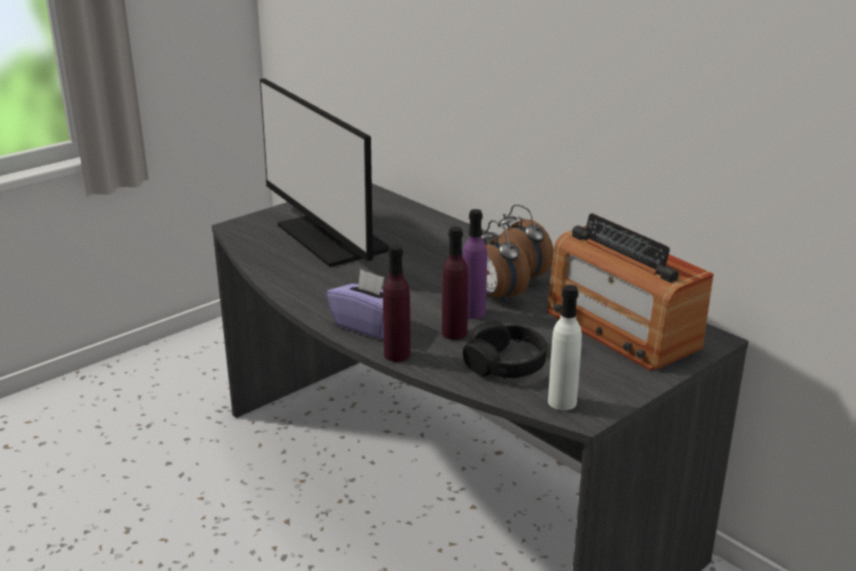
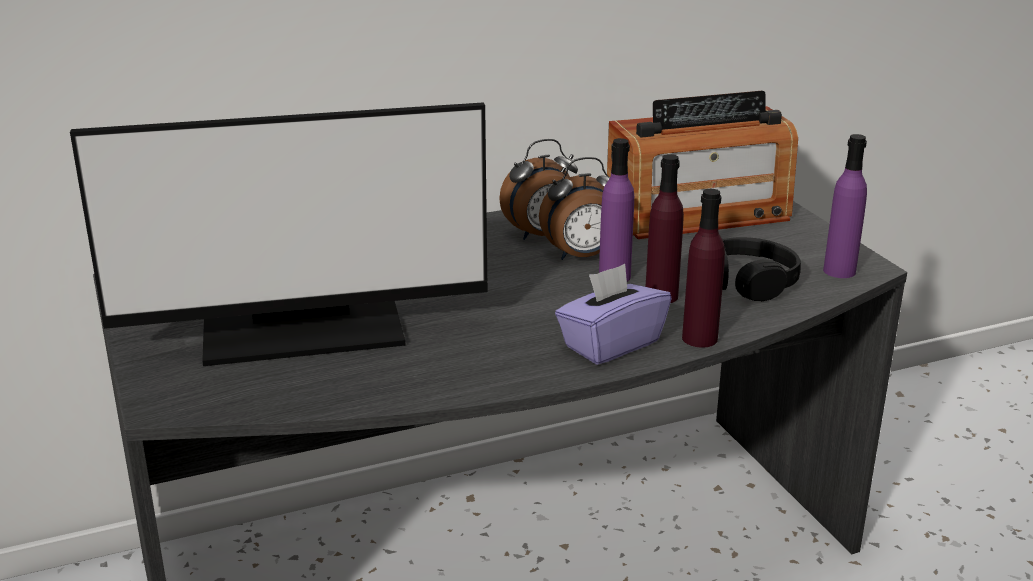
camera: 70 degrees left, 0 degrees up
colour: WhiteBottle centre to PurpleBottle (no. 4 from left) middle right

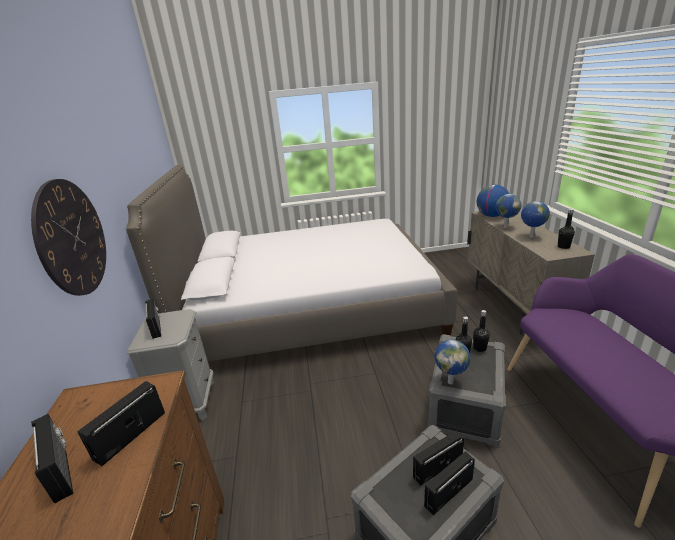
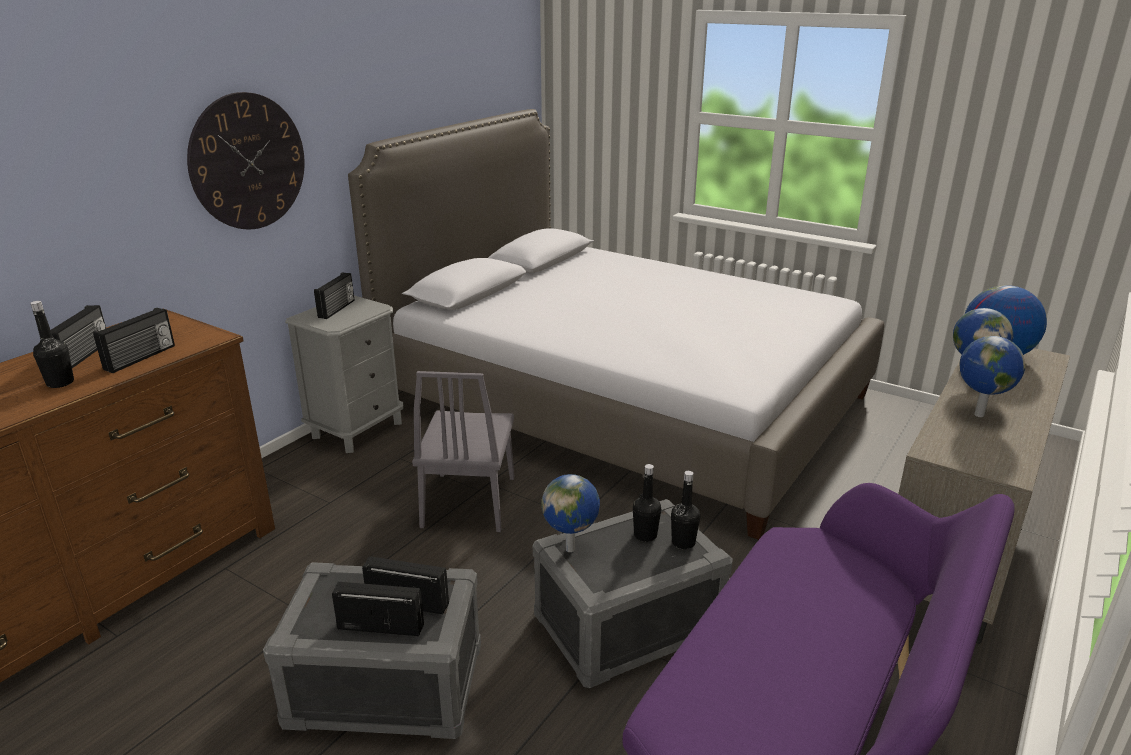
camera: 40 degrees right, 0 degrees up
appeared: GreyChair centre
relocated: BlackBottle (no. 3 from left in the first image) middle right to BlackBottle (no. 1 from left) middle left
spun: Radio (no. 2 from left) bottom left = middle left 135 degrees clockwise

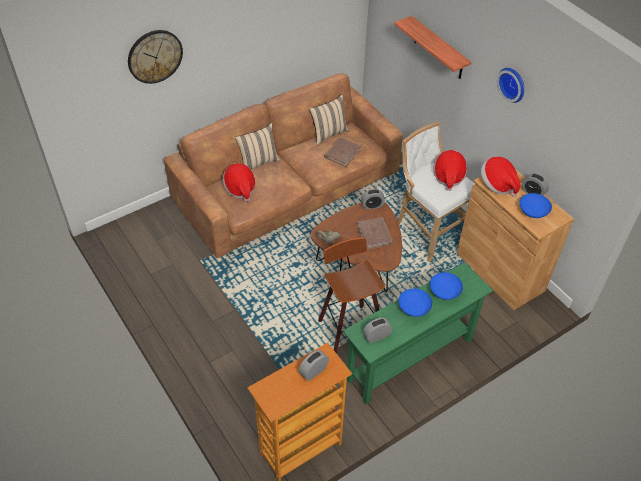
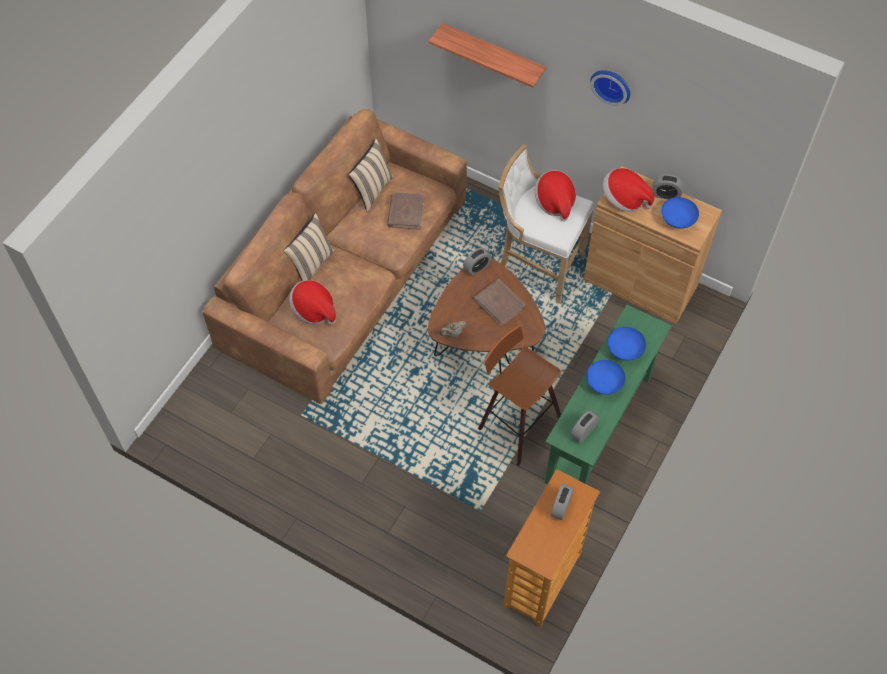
camera: 25 degrees left, 10 degrees up
missing: WallClock (no. 1 from left) top left

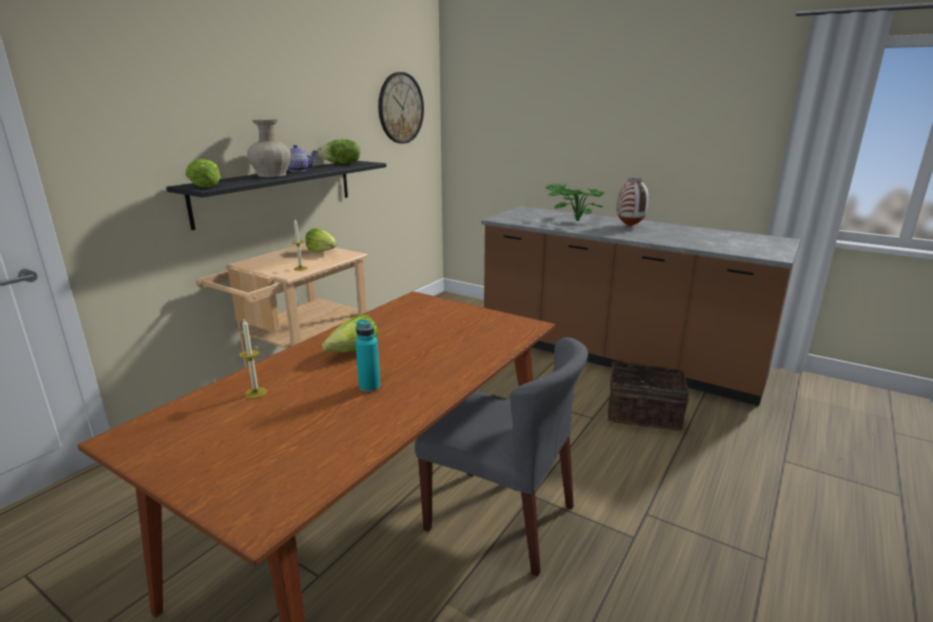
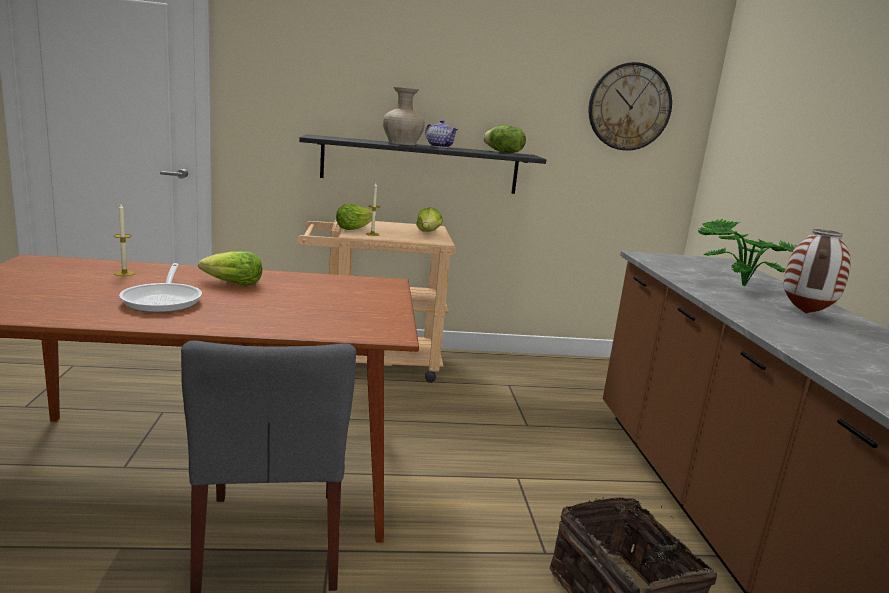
camera: 50 degrees right, 5 degrees down
relocated: Lettuce (no. 1 from left in the first image) top left to Lettuce (no. 2 from left) centre
exchanged: TurquoiseBottle centre to FryingPan middle left

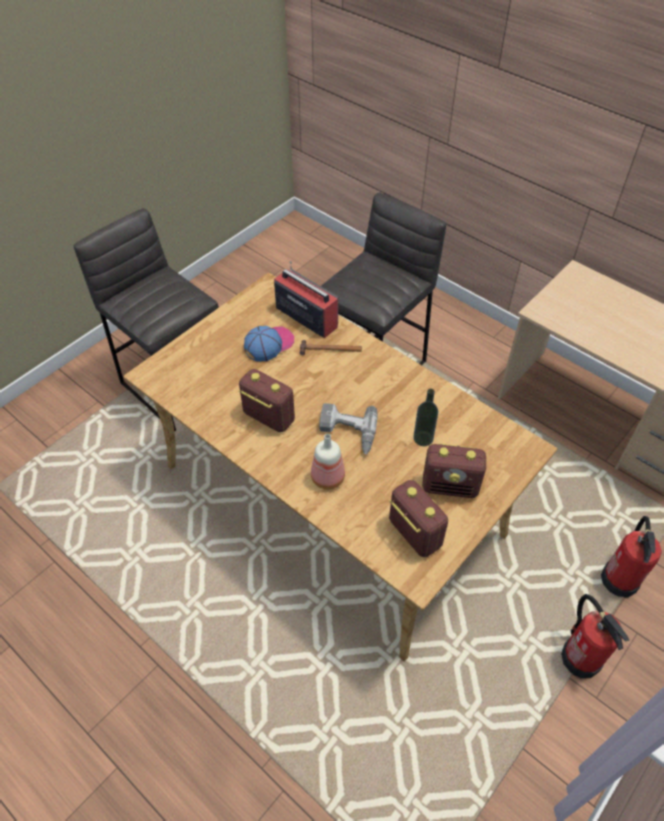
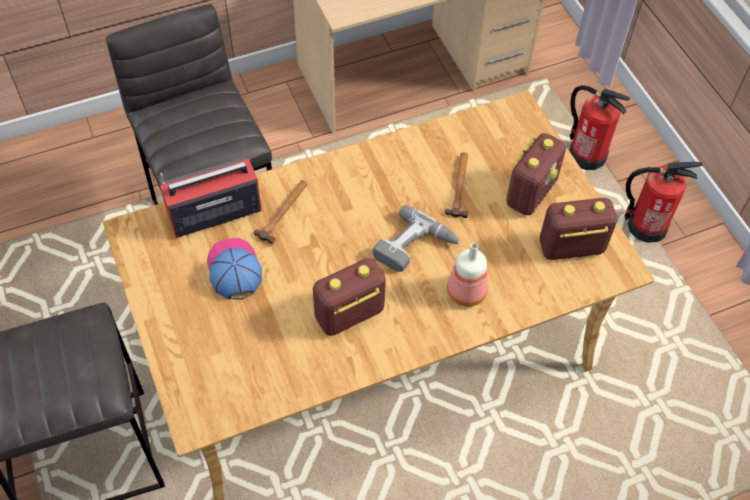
camera: 65 degrees left, 5 degrees up
exchanged: Bottle (no. 2 from left) centre to Hammer (no. 2 from left) centre

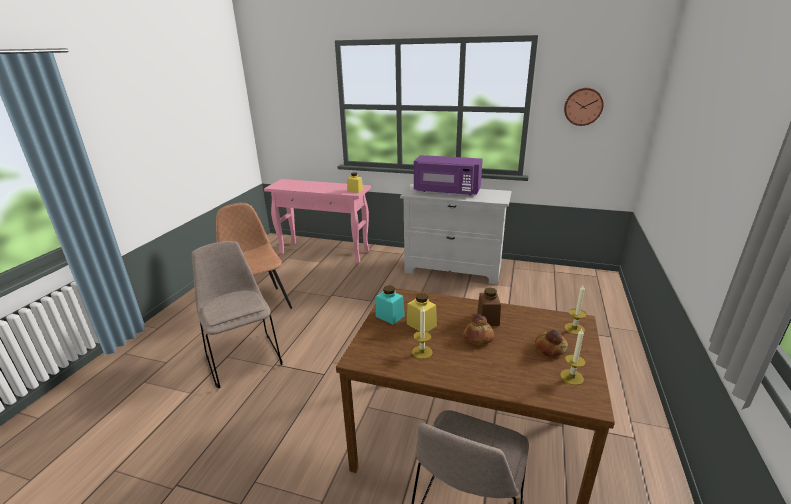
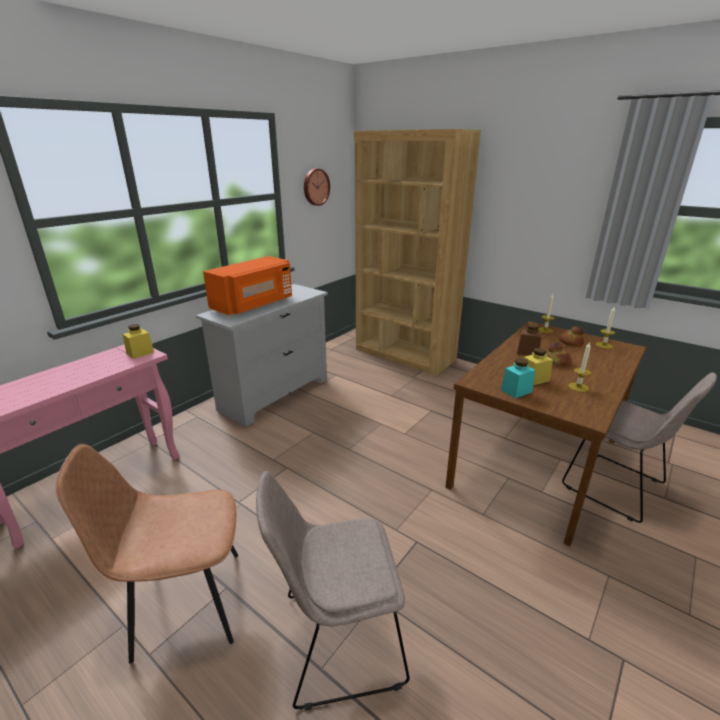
camera: 70 degrees left, 0 degrees up
appeared: BrownBookcase centre
colour: PurpleMicrowave centre to OrangeMicrowave centre

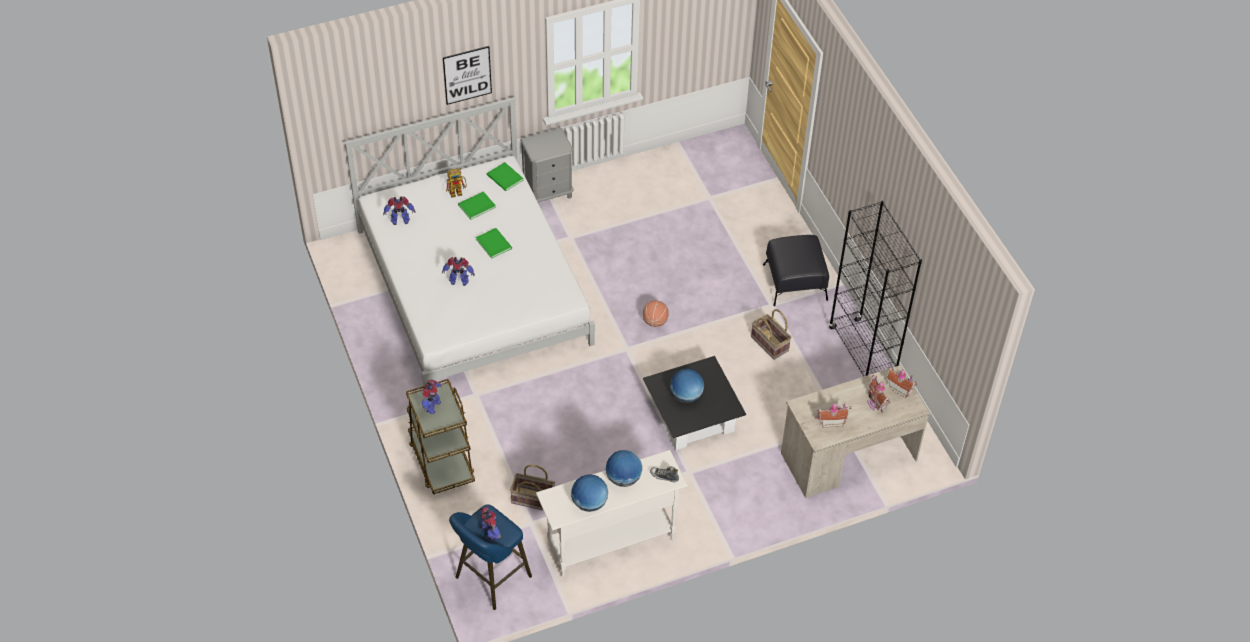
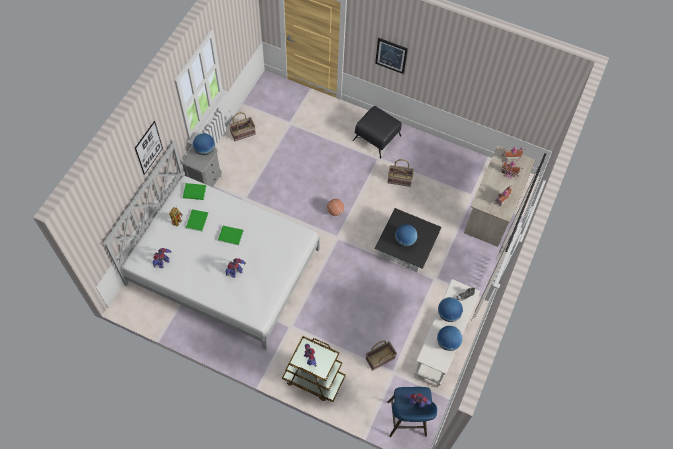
camera: 45 degrees left, 10 degrees up
missing: BlackBookcase middle right
appeared: Globe (no. 1 from left) top left; Basket (no. 1 from left) top centre; Picture (no. 2 from left) top centre

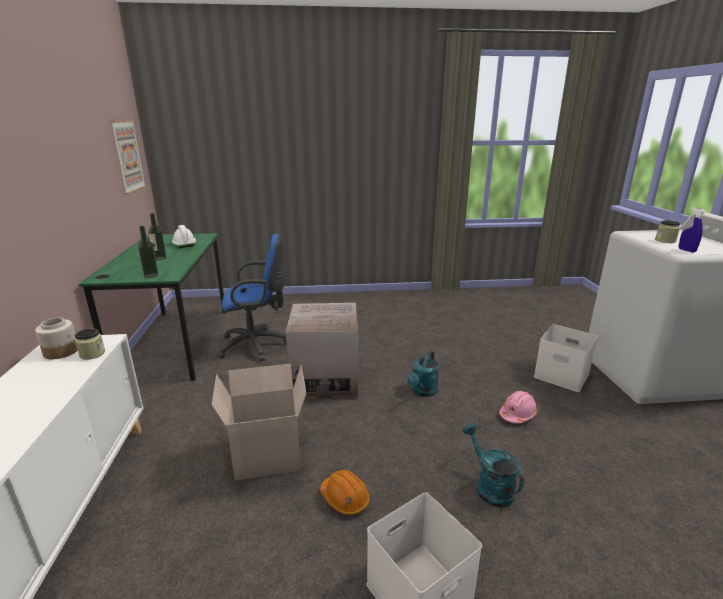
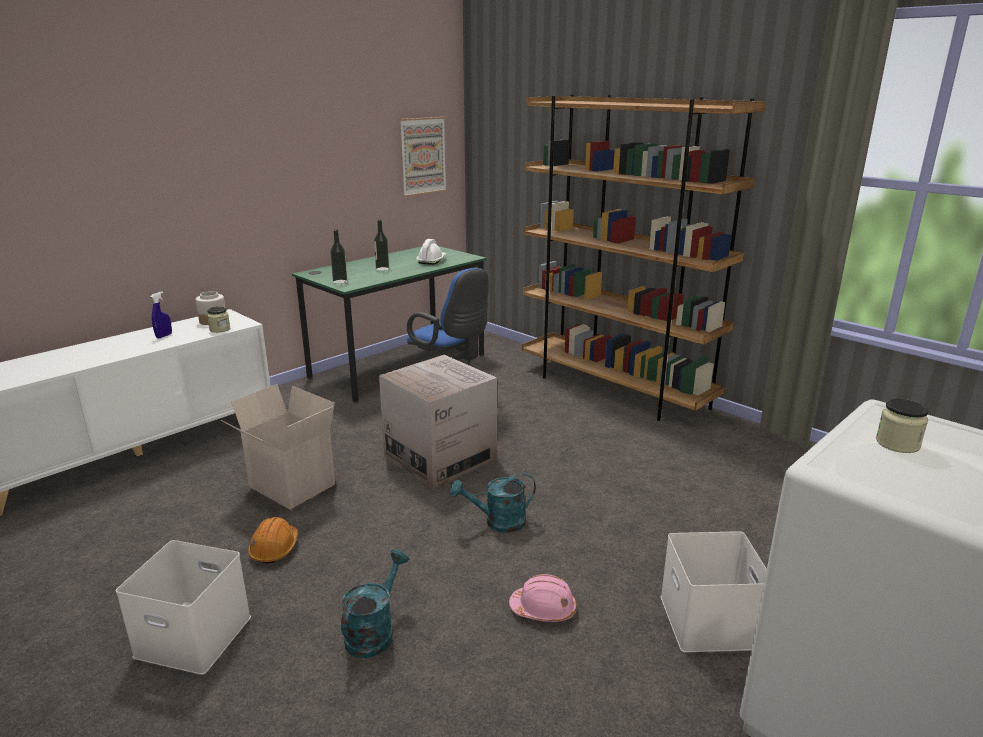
camera: 50 degrees right, 0 degrees up
appeared: BrownBookcase centre
relocated: BlueSprayBottle middle right to middle left

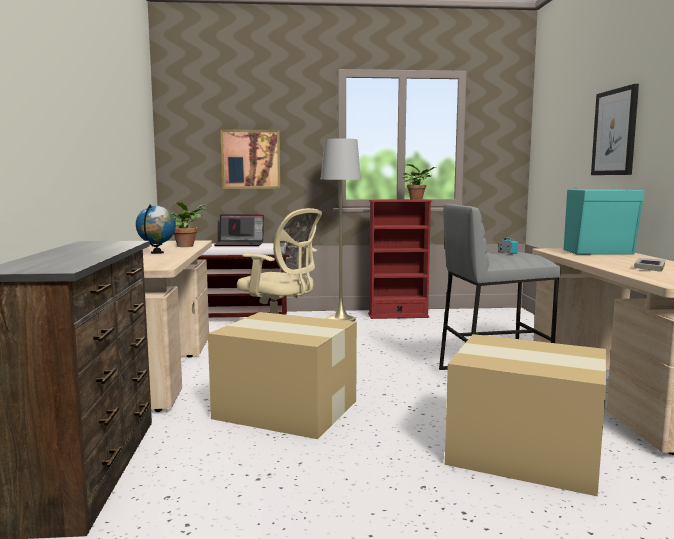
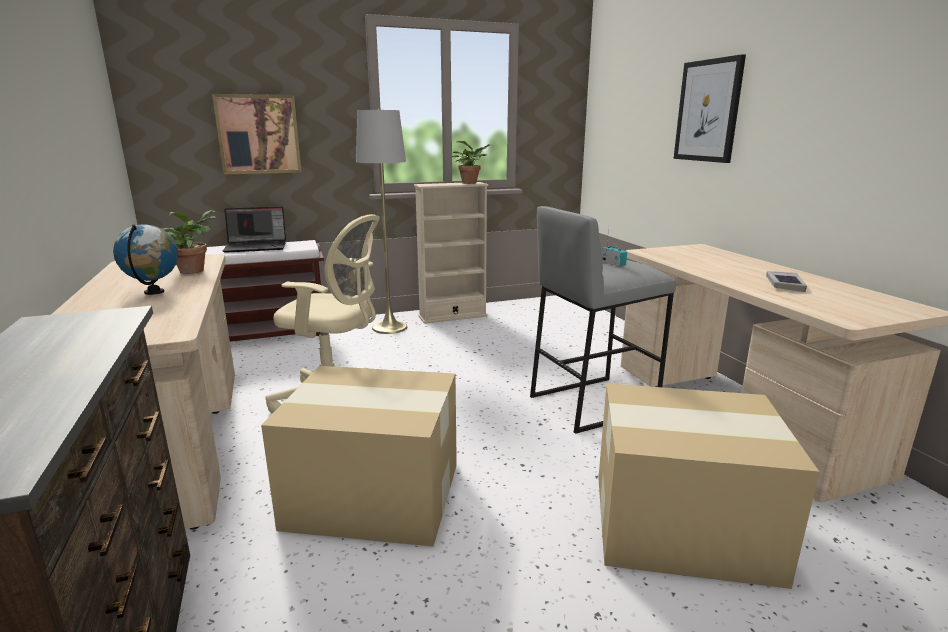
camera: 15 degrees left, 10 degrees up
missing: TurquoiseSpeaker middle right
colour: RedBookcase centre to BeigeBookcase centre

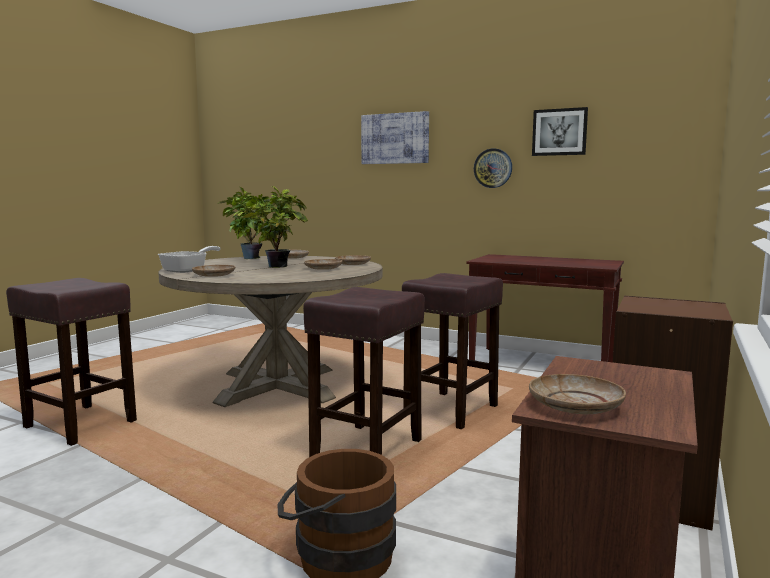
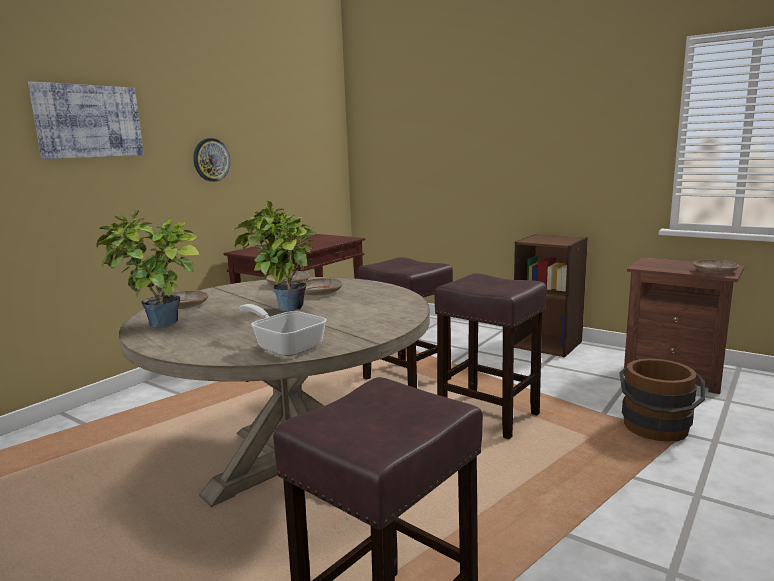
camera: 80 degrees left, 5 degrees up
missing: BeigePlate (no. 1 from left) middle left; Picture (no. 2 from left) top right

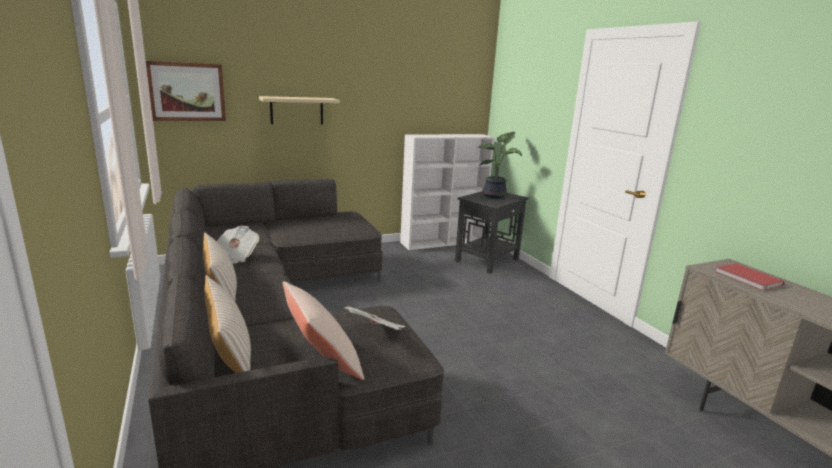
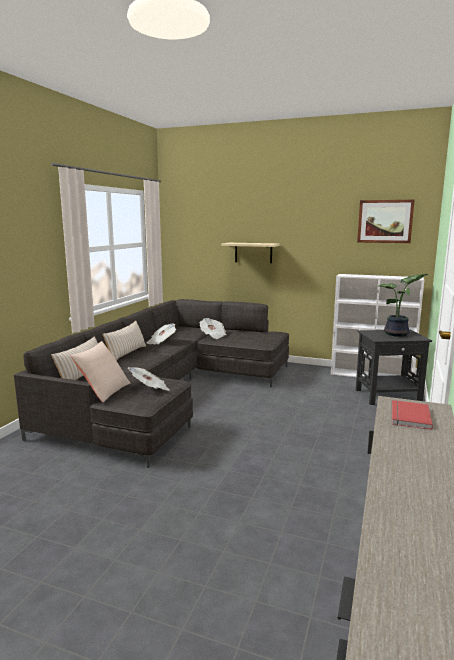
camera: 45 degrees right, 5 degrees down
appeared: Newspaper (no. 3 from left) centre
relocated: Picture top left to middle right

